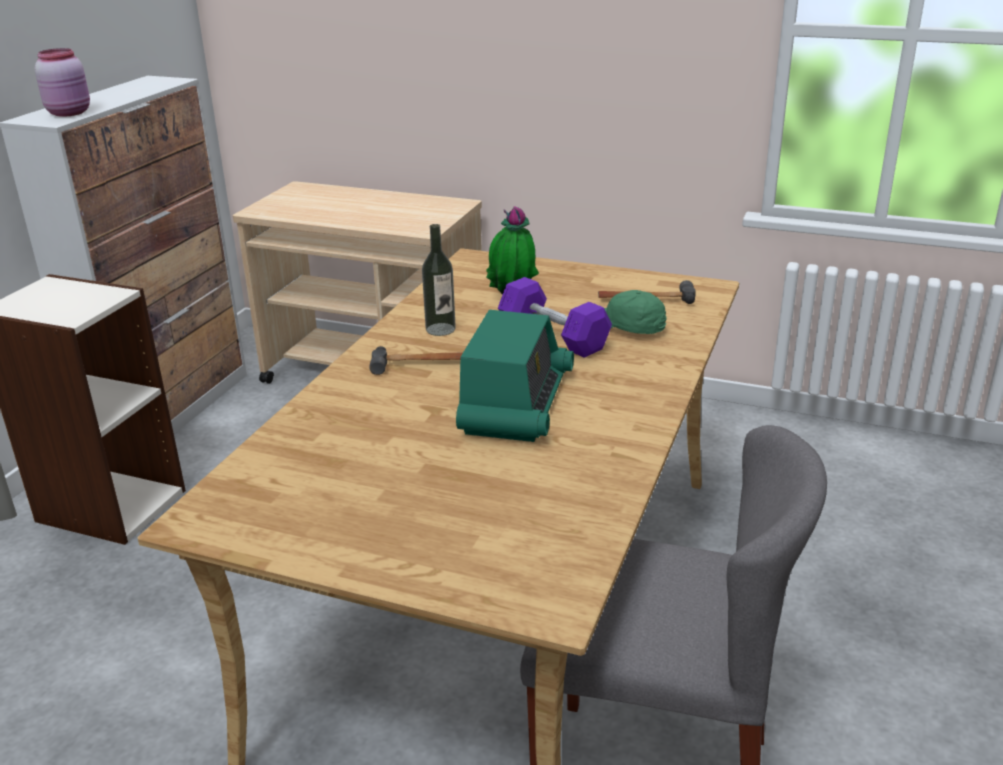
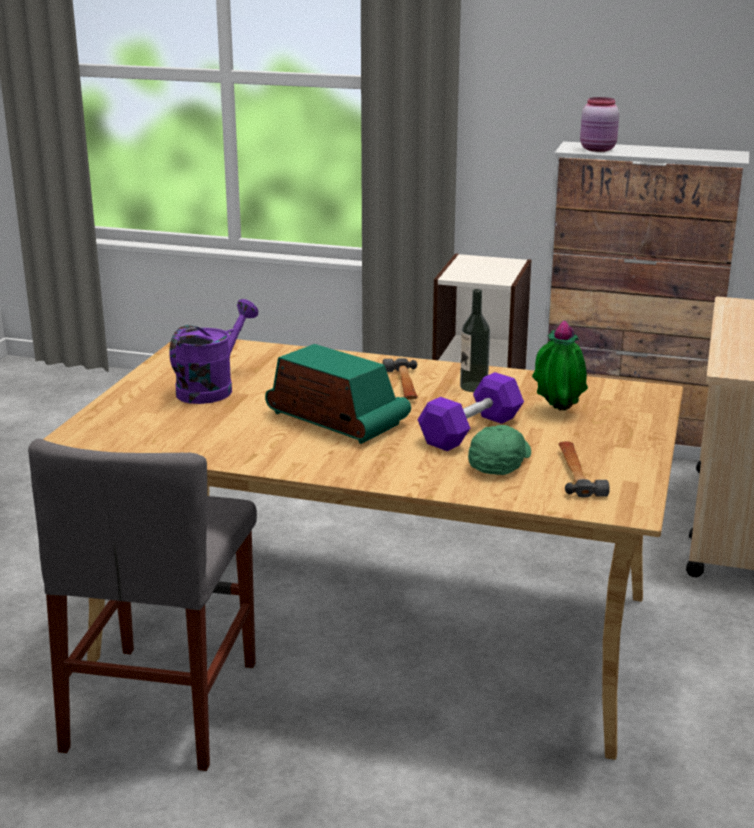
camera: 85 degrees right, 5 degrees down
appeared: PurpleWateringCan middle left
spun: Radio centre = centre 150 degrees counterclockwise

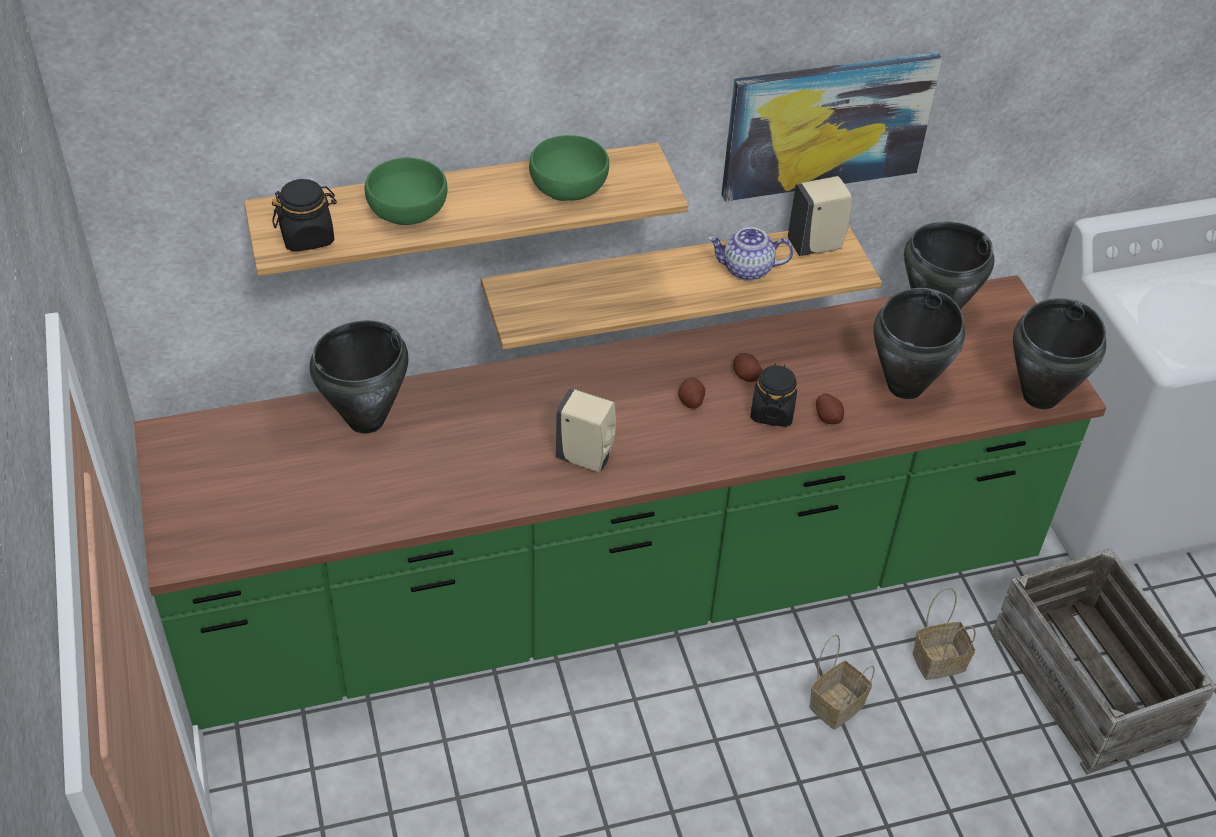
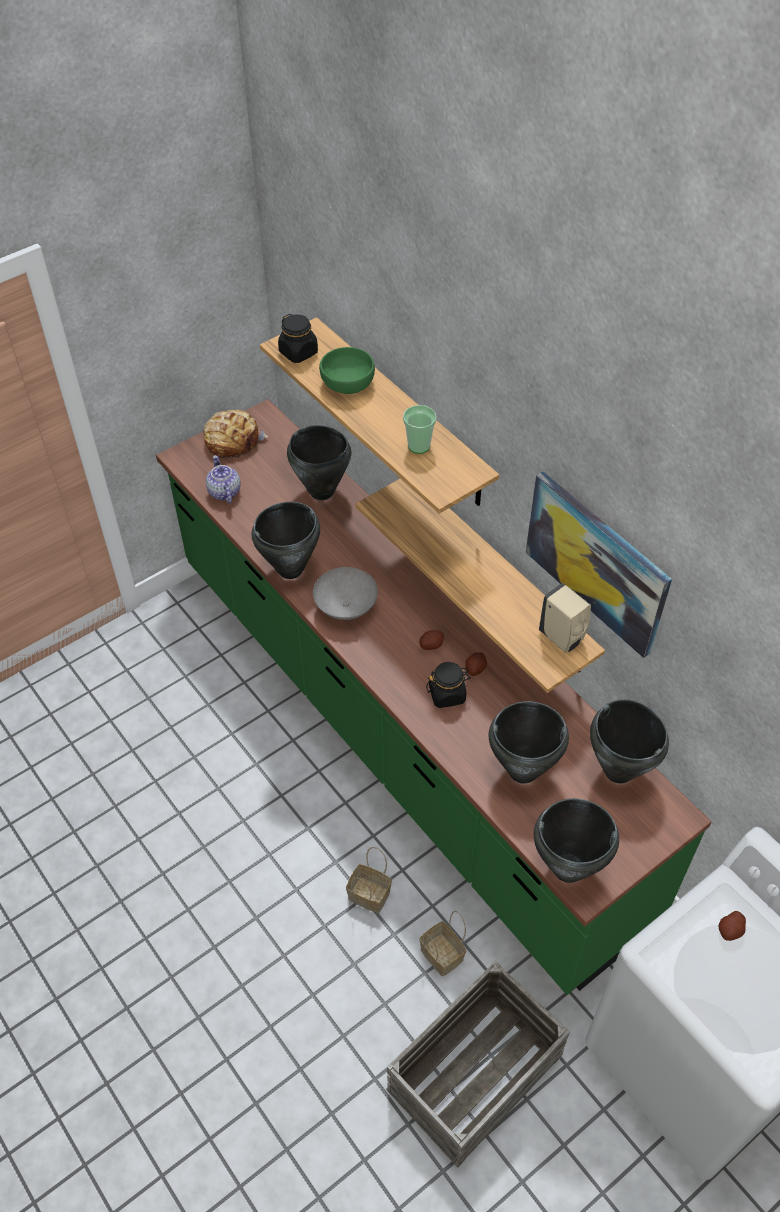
camera: 70 degrees right, 5 degrees up
appeared: Bread middle left; BlackCookingPot (no. 1 from left) centre
relocated: Teapot top centre to middle left; Potato (no. 3 from left) middle right to bottom right
exchanged: GreenBowl (no. 2 from left) top centre to Cup centre; BeigeSoapDispenser (no. 1 from left) centre to GreyBowl centre

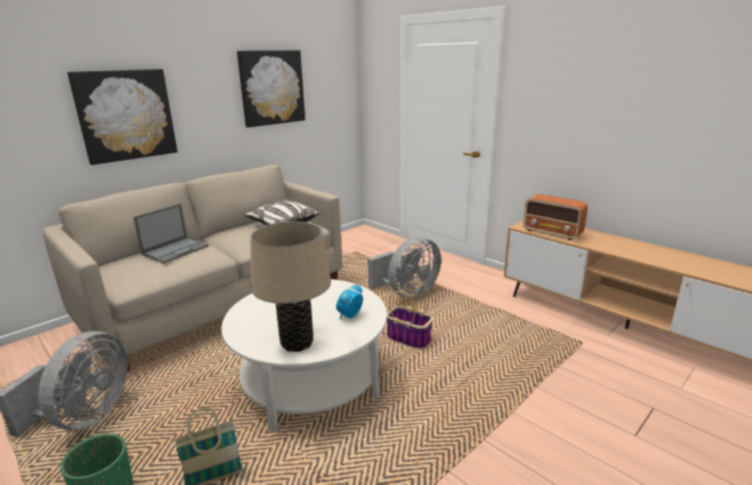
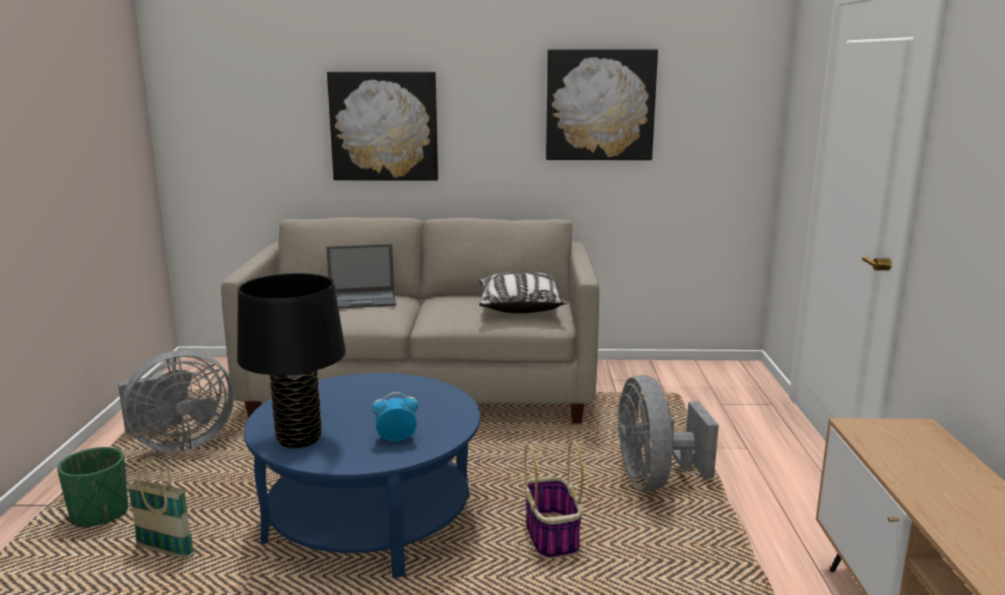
camera: 45 degrees right, 5 degrees down
missing: Radio middle right
colour: WhiteCoffeeTable bottom centre to BlueCoffeeTable bottom centre; BeigeTableLamp centre to BlackTableLamp middle left
spun: GreyFan (no. 2 from left) centre = bottom centre 75 degrees clockwise

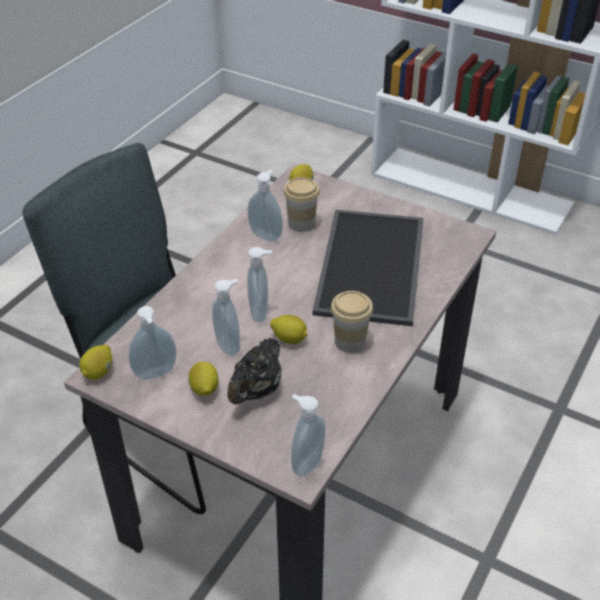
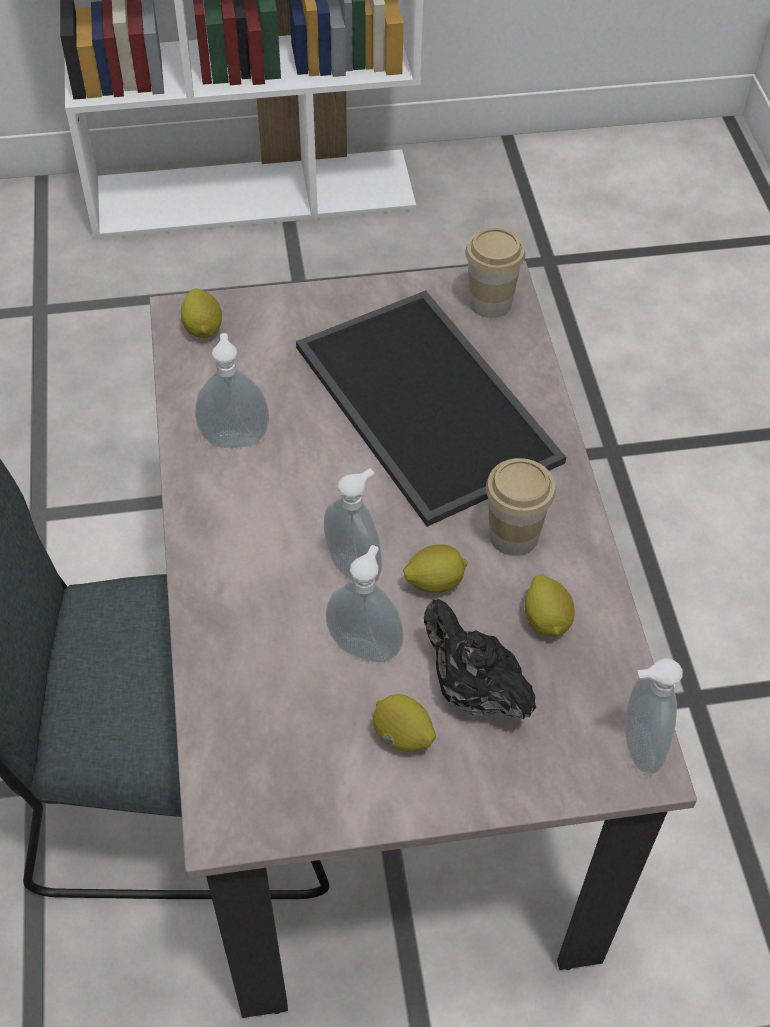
camera: 40 degrees left, 10 degrees up
missing: SoapDispenser (no. 1 from left) middle left
relocated: Lemon (no. 1 from left in the first image) middle left to Lemon (no. 4 from left) middle right; Cup (no. 1 from left) centre to top centre
spun: BlackTeapot centre = centre 150 degrees clockwise

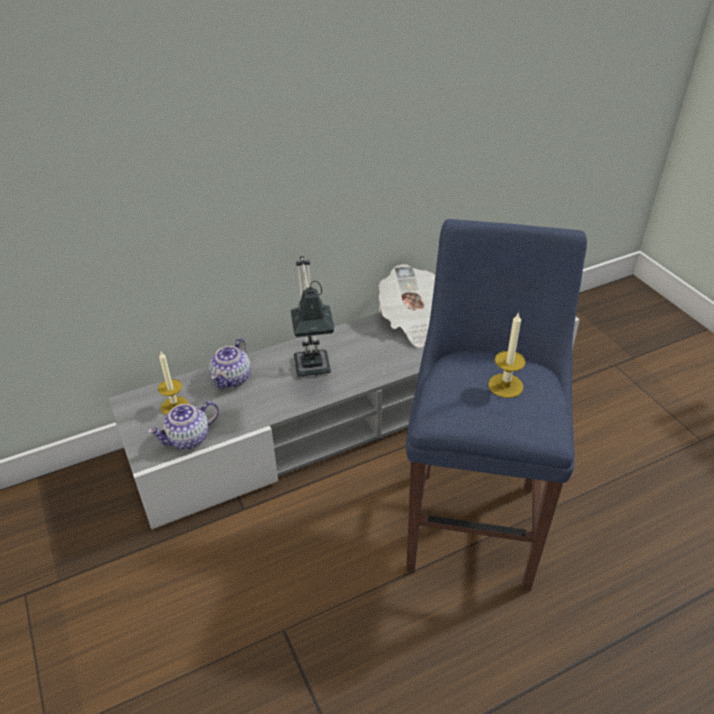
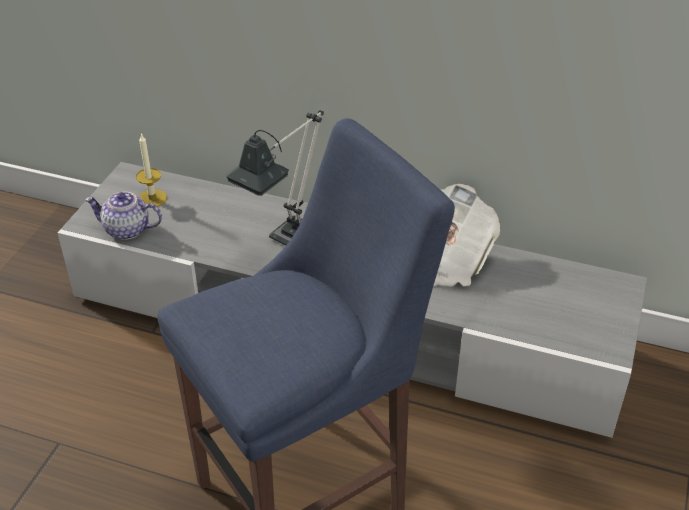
camera: 45 degrees right, 0 degrees up
missing: Teapot (no. 2 from left) middle left; Candle (no. 2 from left) middle right

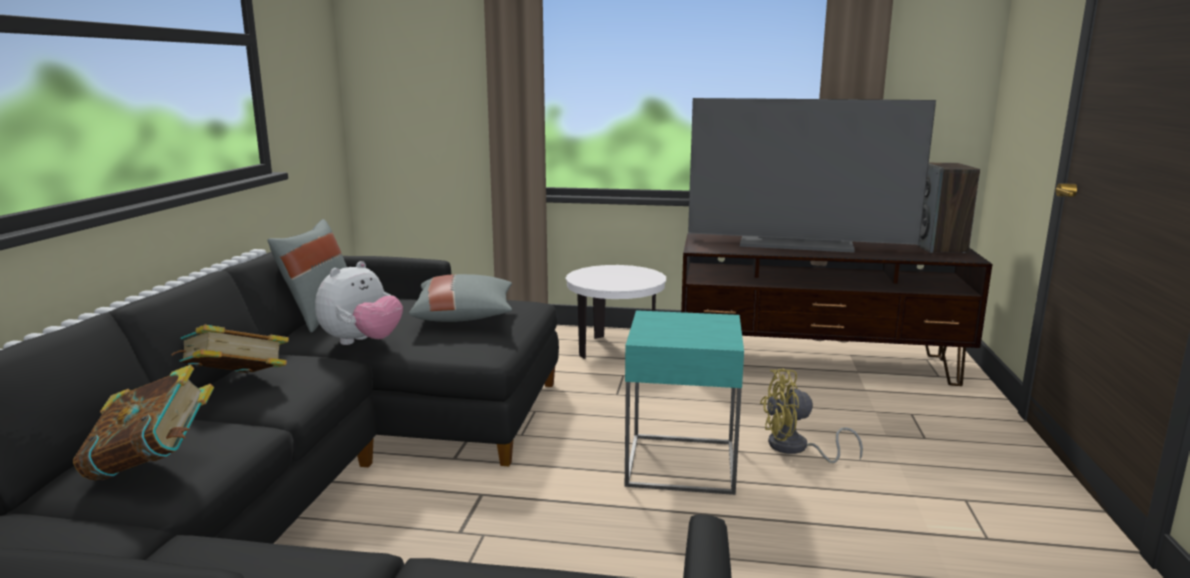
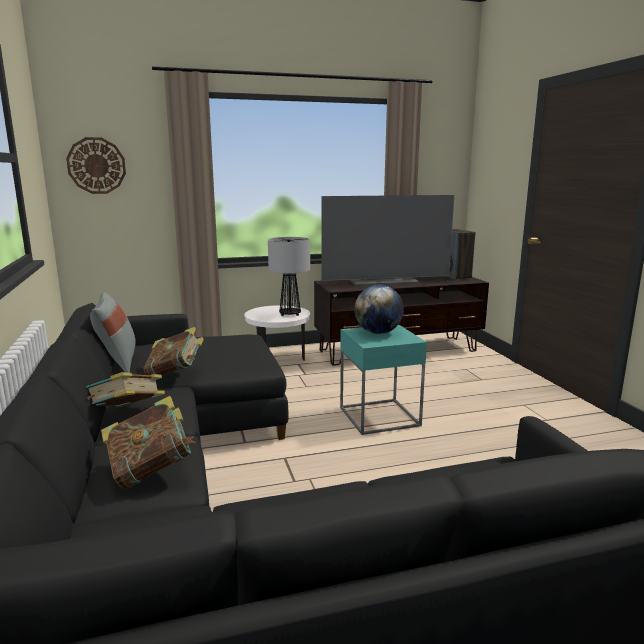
camera: 25 degrees left, 0 degrees up
missing: GreyPillow (no. 2 from left) centre; YellowFan bottom right
appeared: WallClock top left; TableLamp centre; Globe centre
exchanged: PlushToy middle left to Book (no. 3 from left) middle left

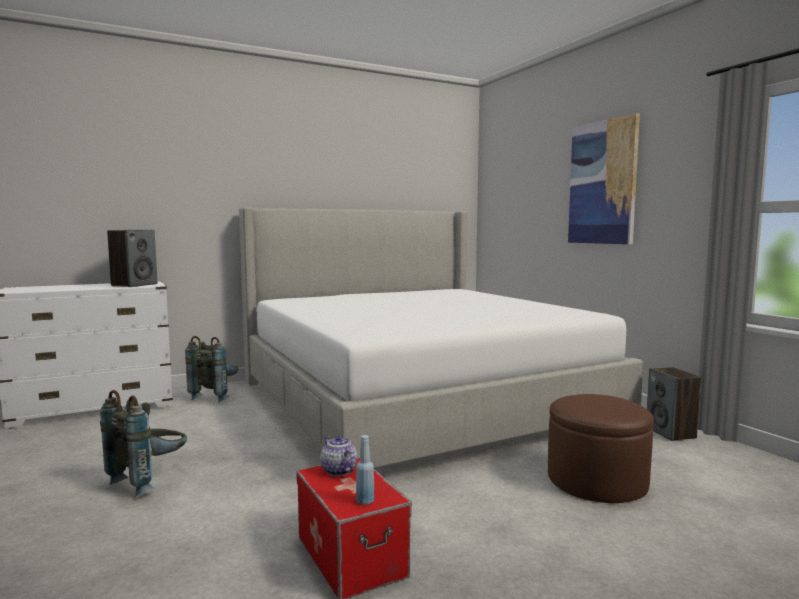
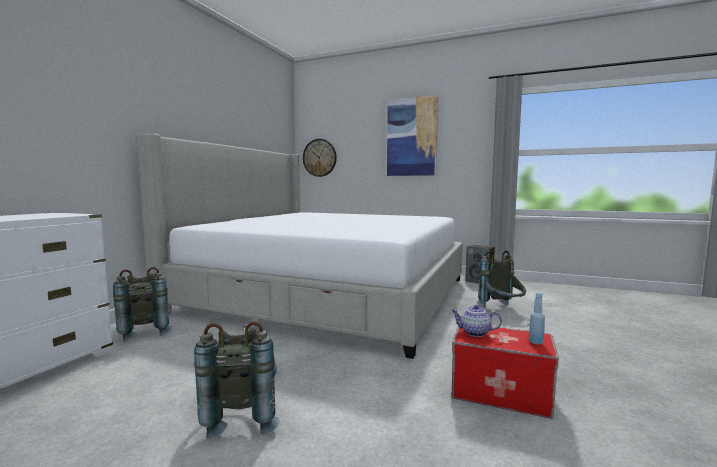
camera: 40 degrees left, 0 degrees up
missing: Speaker (no. 1 from left) middle left
appeared: WallClock centre
exchanged: BrownOttoman bottom right to GreyBackpack (no. 3 from left) middle right

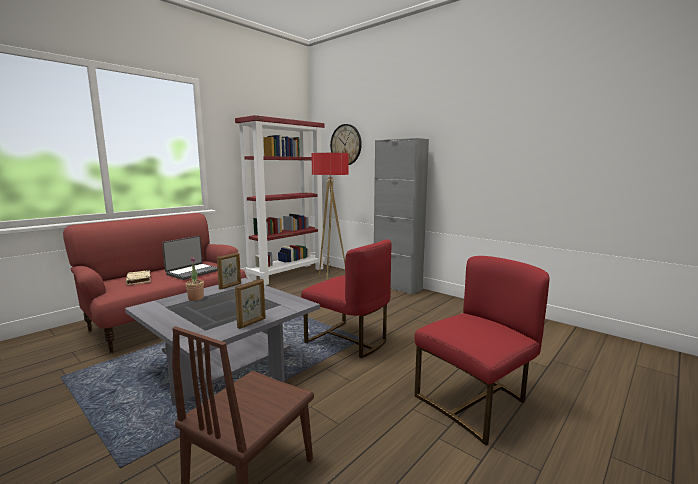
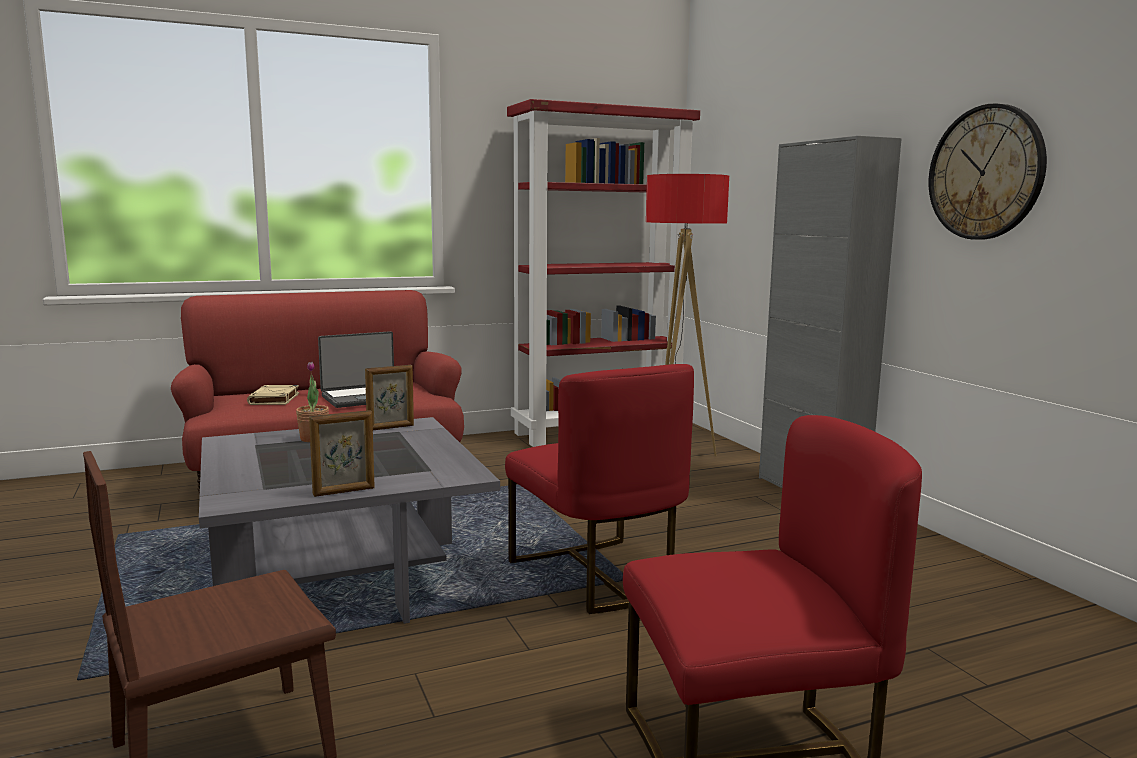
camera: 25 degrees right, 0 degrees up
relocated: WallClock top centre to top right

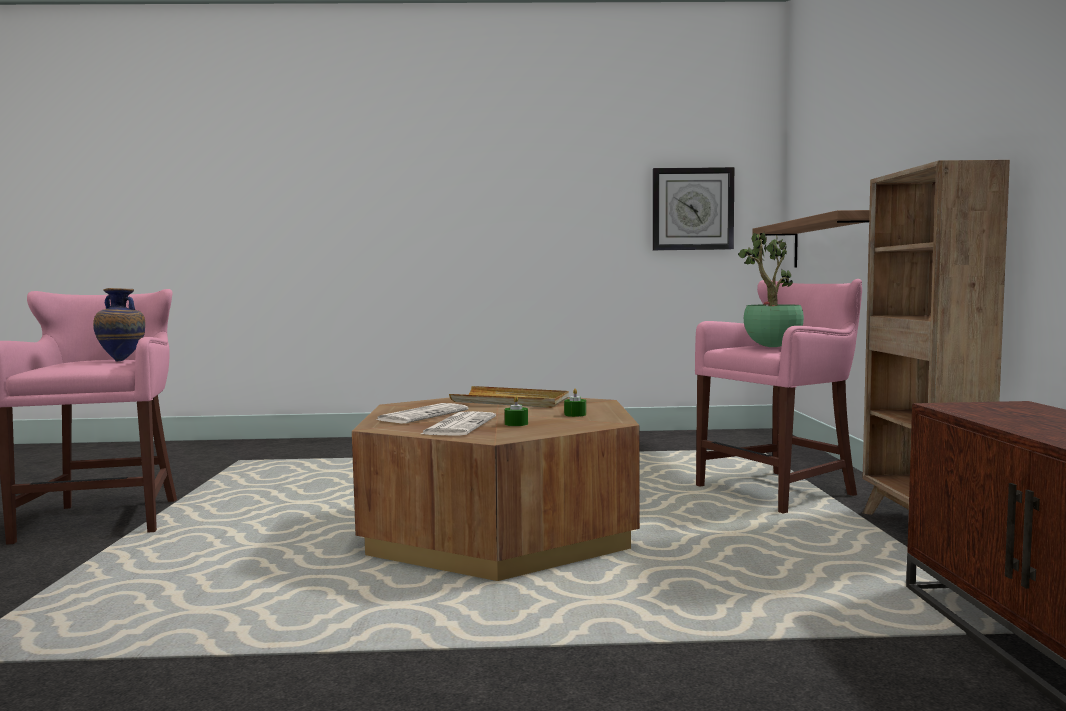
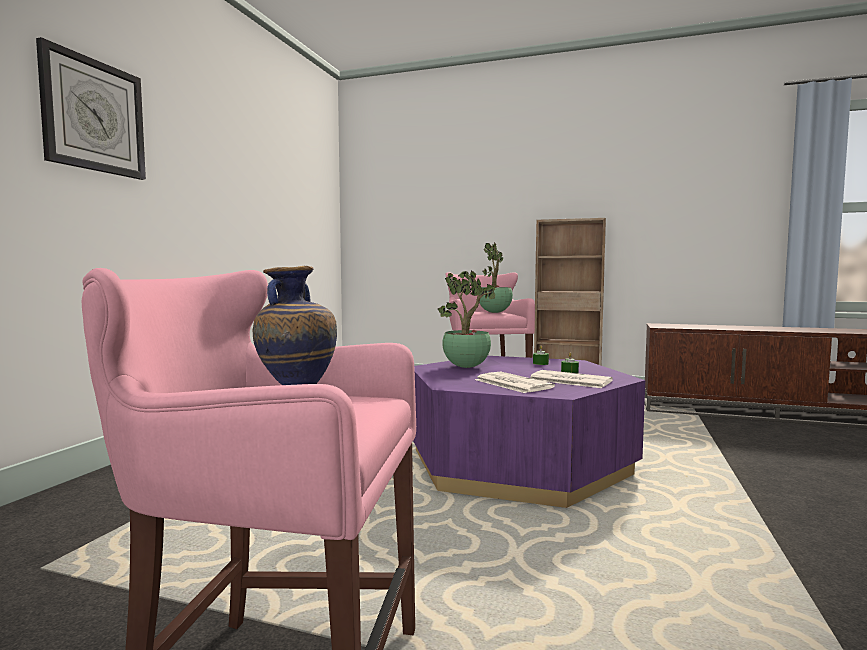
camera: 70 degrees left, 0 degrees up
missing: Shelf middle right
relocated: WallClock top centre to top left
exchanged: BeigeTray centre to PottedPlant (no. 1 from left) centre
colour: BrownCoffeeTable bottom centre to PurpleCoffeeTable centre

